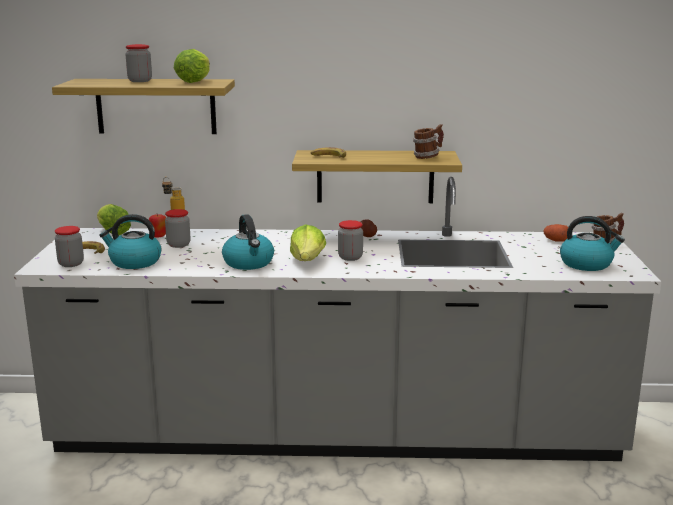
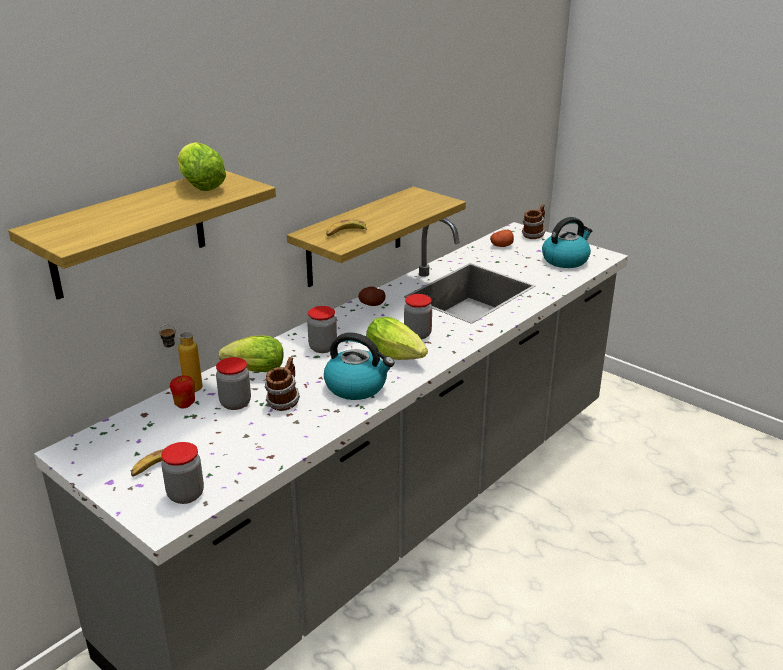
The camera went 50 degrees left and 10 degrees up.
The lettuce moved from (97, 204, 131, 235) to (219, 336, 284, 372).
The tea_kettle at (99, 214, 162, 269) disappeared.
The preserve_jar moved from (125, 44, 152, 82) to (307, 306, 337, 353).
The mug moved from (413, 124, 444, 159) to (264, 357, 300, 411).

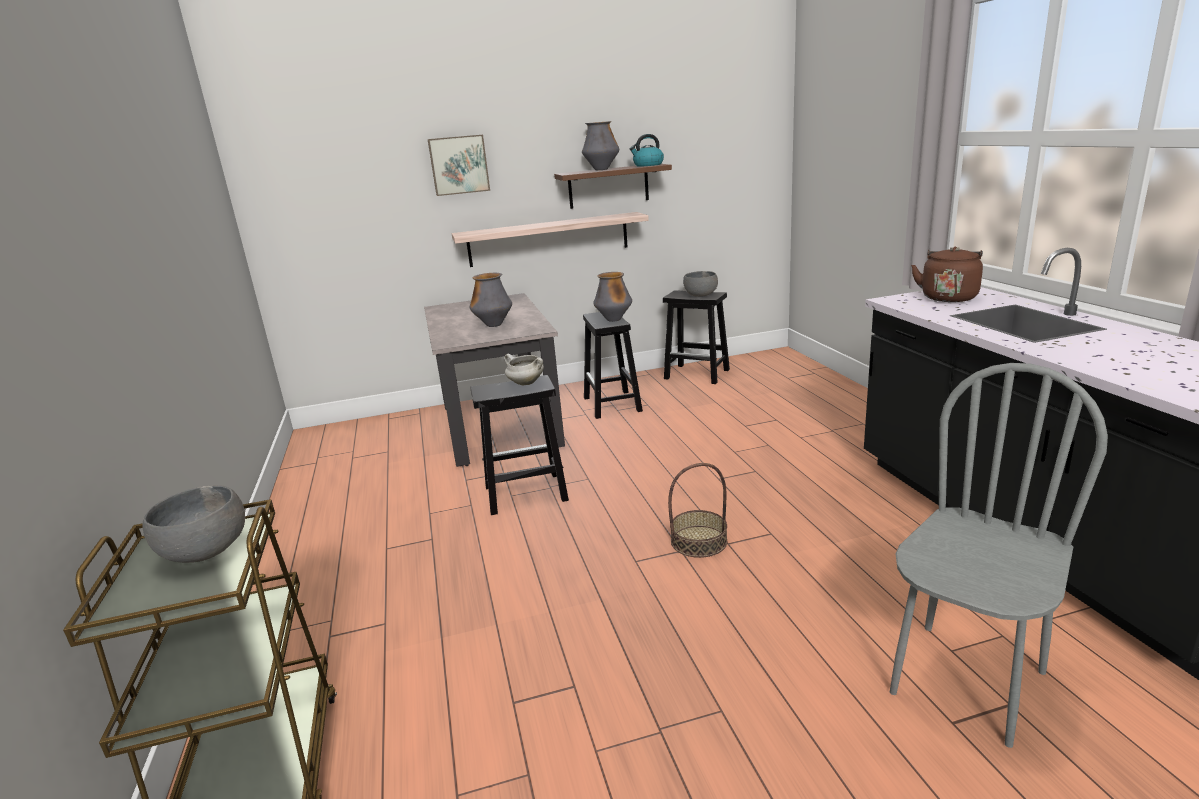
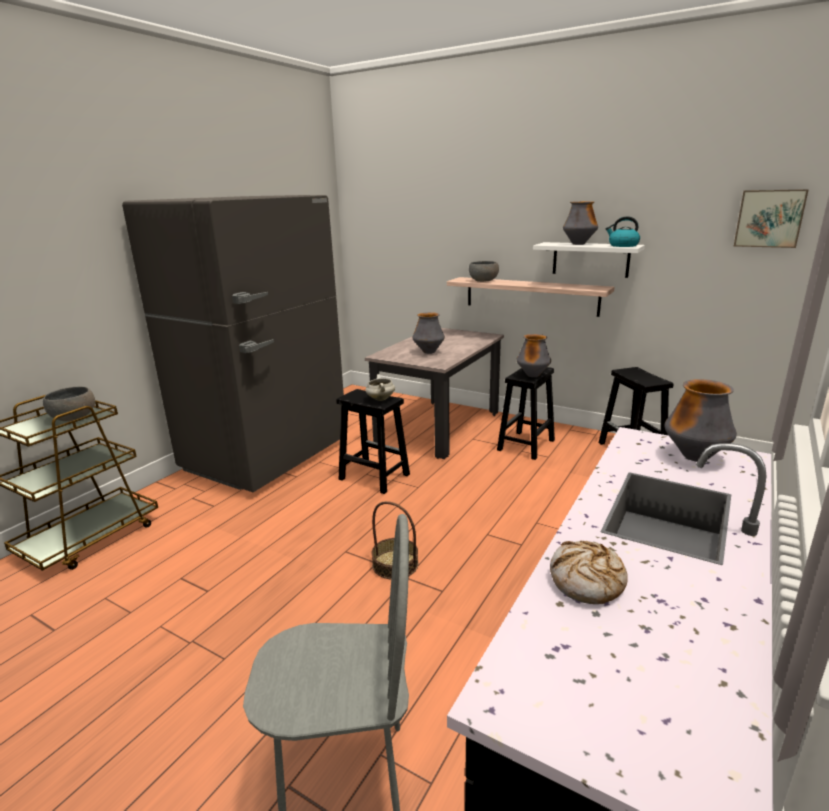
The camera went 45 degrees right and 0 degrees up.
The wall_art moved from (428, 135, 490, 196) to (734, 189, 809, 248).
The brown-coloured_wall_shelf at (554, 164, 672, 209) became the whitish_wall_shelf at (533, 242, 645, 278).
The greyish_deep_dish moved from (683, 271, 718, 297) to (469, 261, 499, 282).
The brown-coloured_tea_kettle at (911, 247, 983, 302) was replaced by the decorative_vase at (665, 379, 737, 462).
The greyish_refrigerator at (122, 195, 344, 492) appeared.
The baked_bread at (550, 541, 628, 604) appeared.

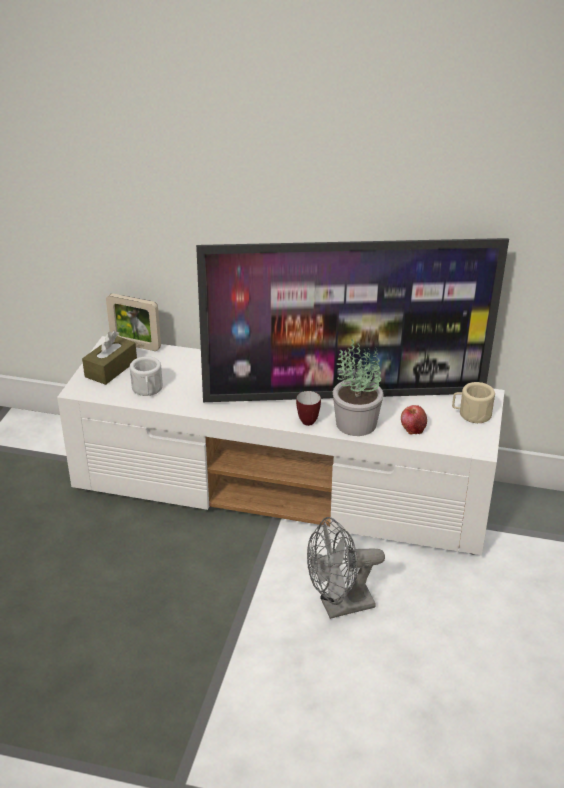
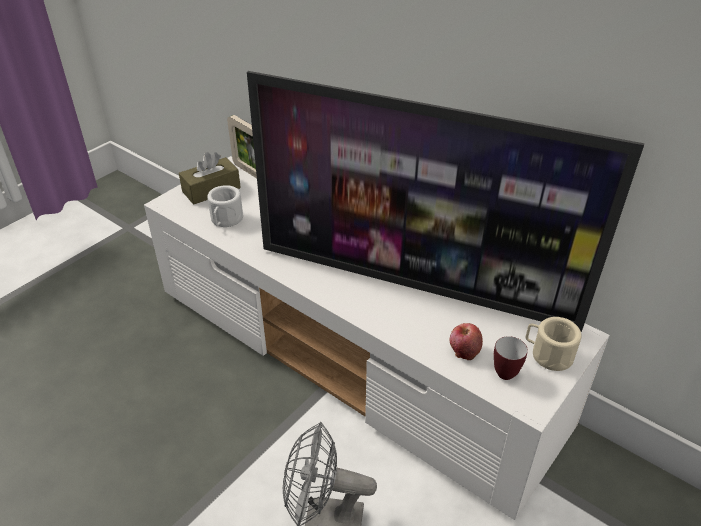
The camera went 25 degrees right and 5 degrees up.
The mug moved from (296, 391, 321, 426) to (494, 336, 528, 380).
The houseplant at (333, 339, 384, 436) disappeared.

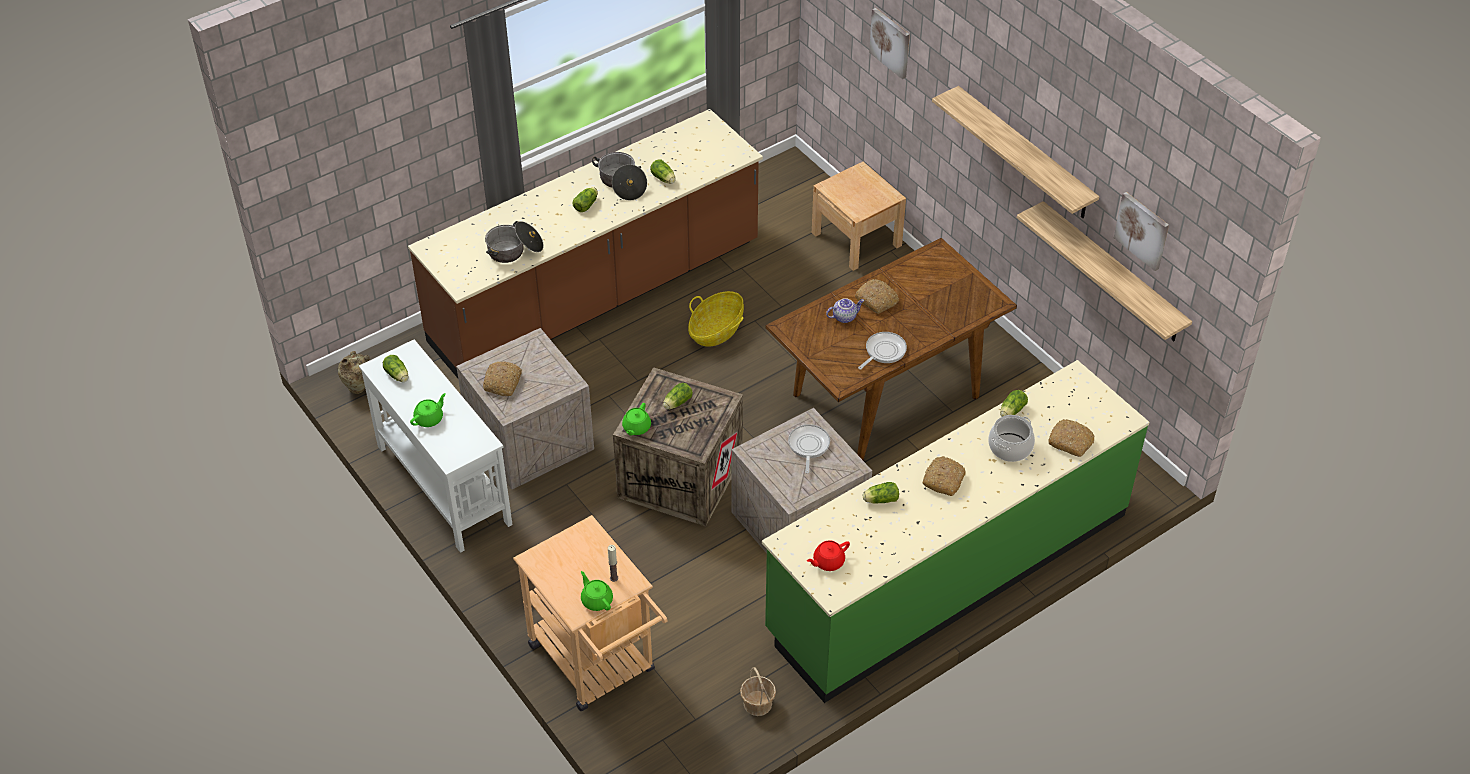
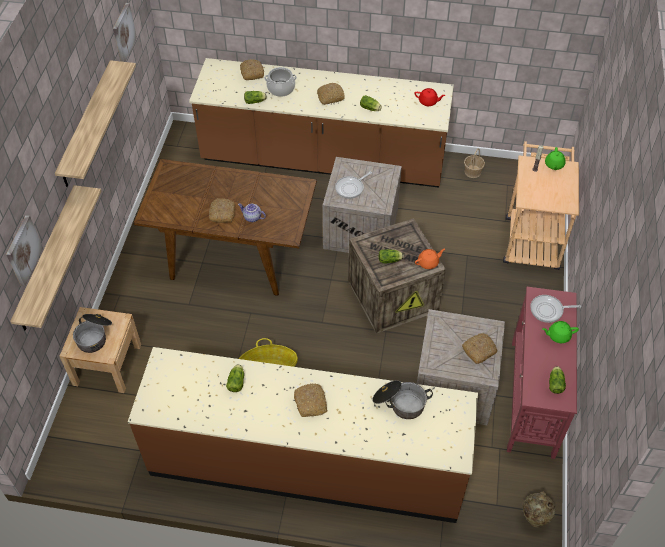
The camera went 135 degrees left and 5 degrees up.
The whitish_narrow_table at (359, 339, 513, 553) became the reddish_narrow_table at (507, 287, 577, 459).
The lettuce at (573, 187, 598, 212) was replaced by the baked_bread at (294, 384, 327, 417).
The saucepot moved from (592, 152, 647, 201) to (73, 314, 112, 353).
The greenish_tea_pot at (622, 403, 651, 436) became the orange-coloured_tea_pot at (415, 249, 445, 269).
The greenish_counter at (762, 360, 1150, 703) became the brown-coloured_counter at (189, 58, 454, 188).
The pan moved from (858, 332, 907, 369) to (530, 295, 581, 323).
The wall_shelf moved from (1017, 201, 1192, 341) to (10, 185, 101, 331).

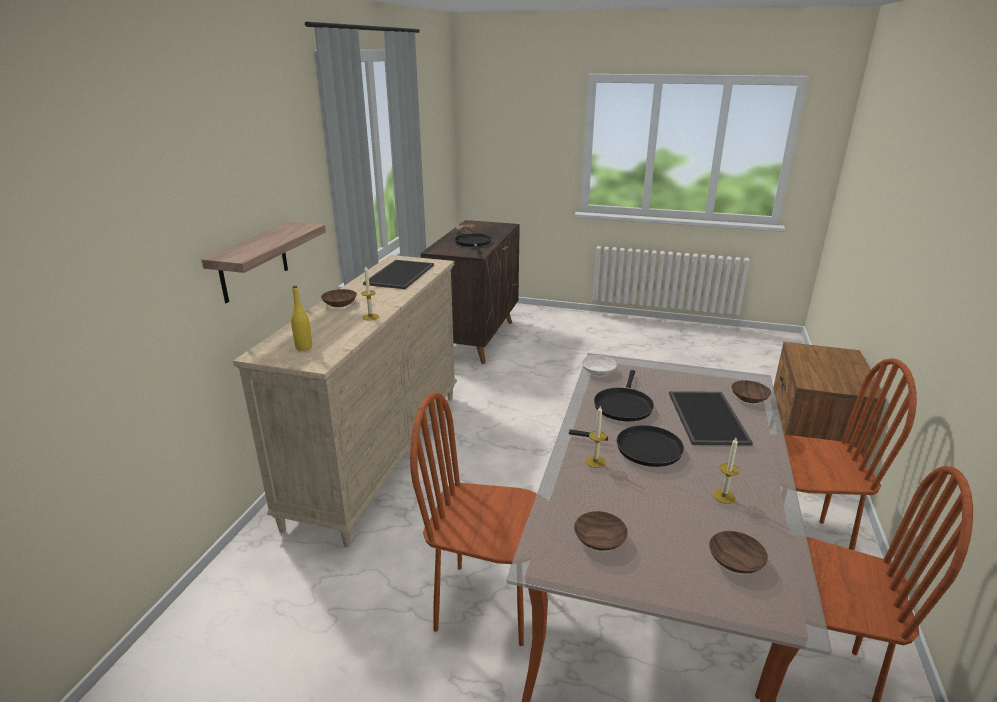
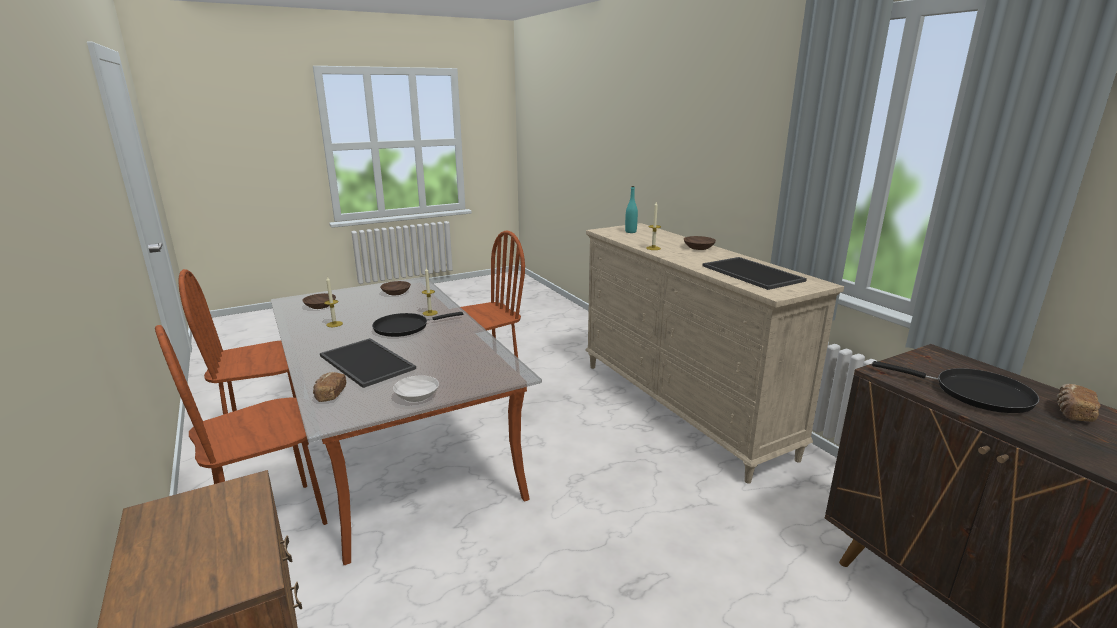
The camera went 135 degrees right and 5 degrees down.
The wall_shelf at (202, 222, 326, 303) disappeared.
The yellow-coloured_beverage_bottle at (291, 286, 312, 351) became the turquoise_beverage_bottle at (625, 186, 638, 233).
The whitish_deep_dish moved from (582, 356, 617, 376) to (393, 375, 439, 402).
The black-coloured_pan at (594, 370, 654, 421) disappeared.
The brown-coloured_deep_dish at (731, 380, 771, 403) was replaced by the baked_bread at (313, 372, 346, 402).

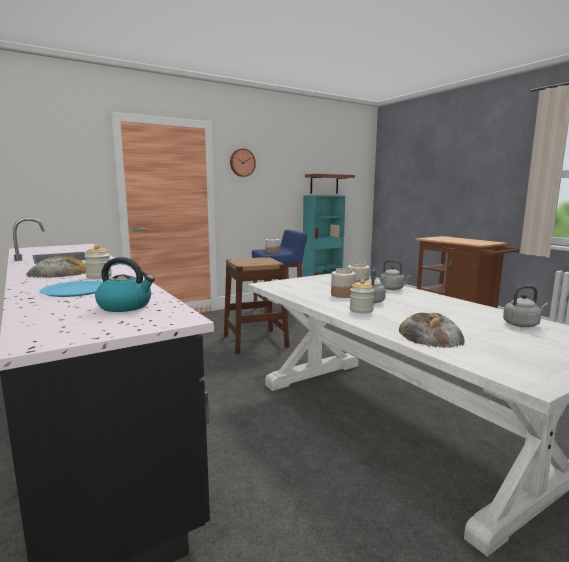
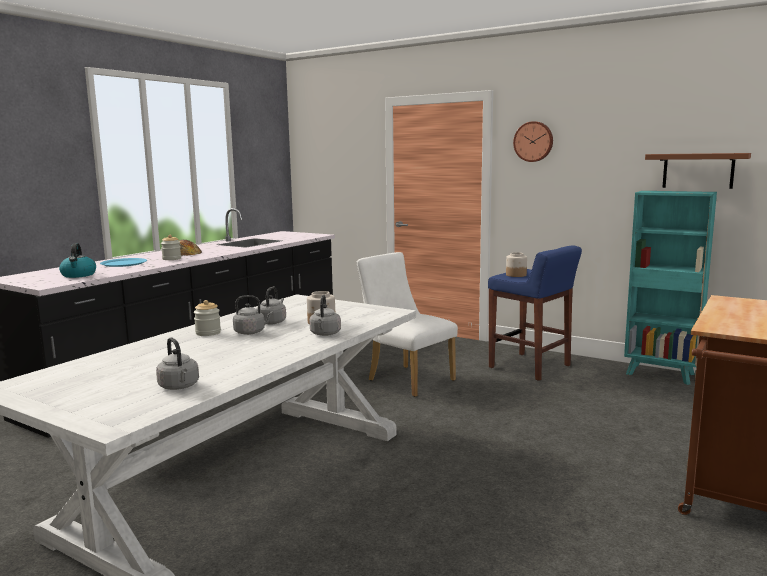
The camera went 65 degrees right and 0 degrees up.
The brown-coloured_sitting_stool at (224, 257, 290, 354) was replaced by the whitish_chair at (357, 252, 458, 397).
The preserve_jar at (331, 268, 356, 298) was replaced by the greyish_tea_kettle at (257, 287, 286, 324).
The baked_bread at (399, 313, 465, 348) disappeared.

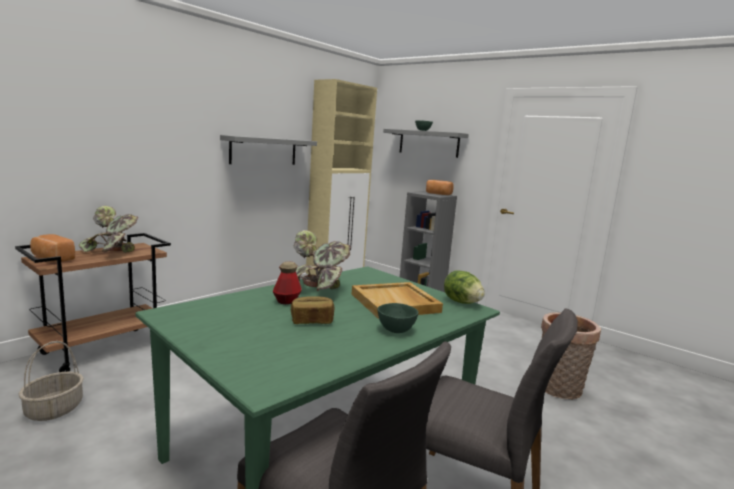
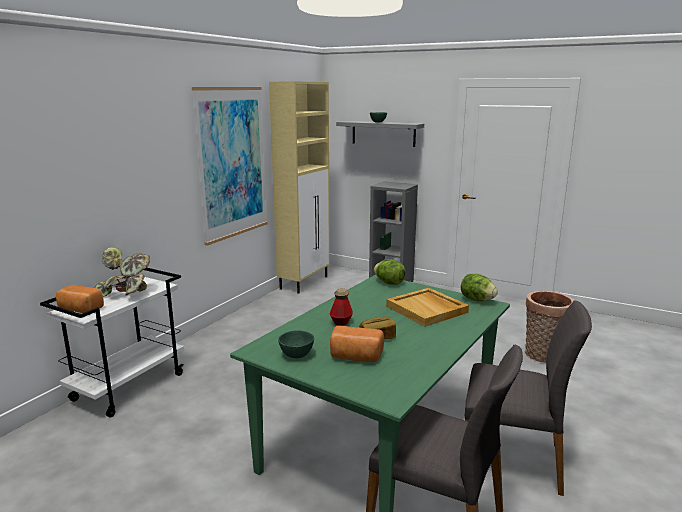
The camera went 10 degrees left and 5 degrees up.
The brown-coloured_cart at (15, 233, 171, 372) became the whitish_cart at (40, 267, 184, 418).
The basket at (19, 341, 84, 421) disappeared.
The greyish_wall_shelf at (220, 135, 317, 165) was replaced by the wall_art at (192, 87, 267, 246).
The houseplant at (293, 230, 351, 291) disappeared.
The greenish_deep_dish moved from (377, 303, 418, 333) to (278, 330, 314, 358).
The baked_bread moved from (426, 180, 454, 195) to (330, 326, 384, 362).
The lettuce at (374, 259, 406, 285) appeared.

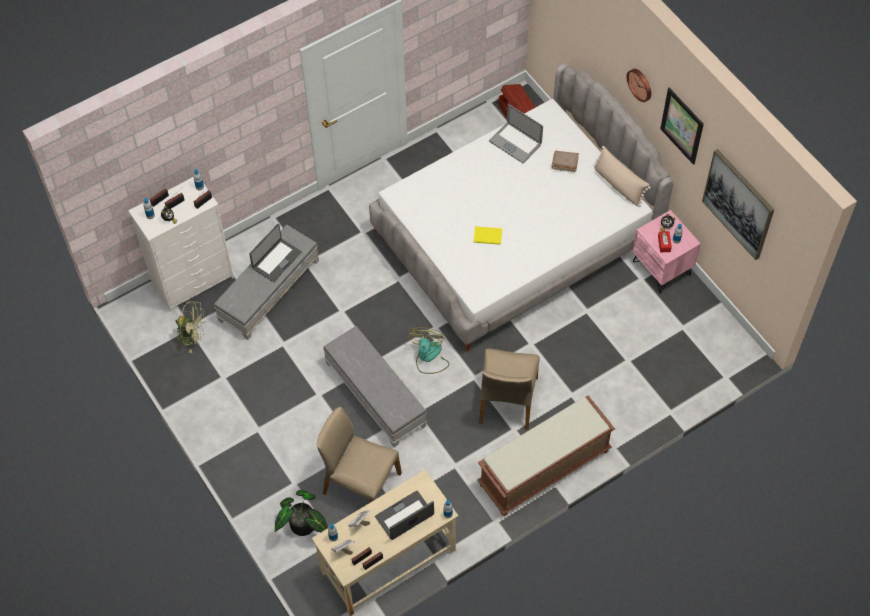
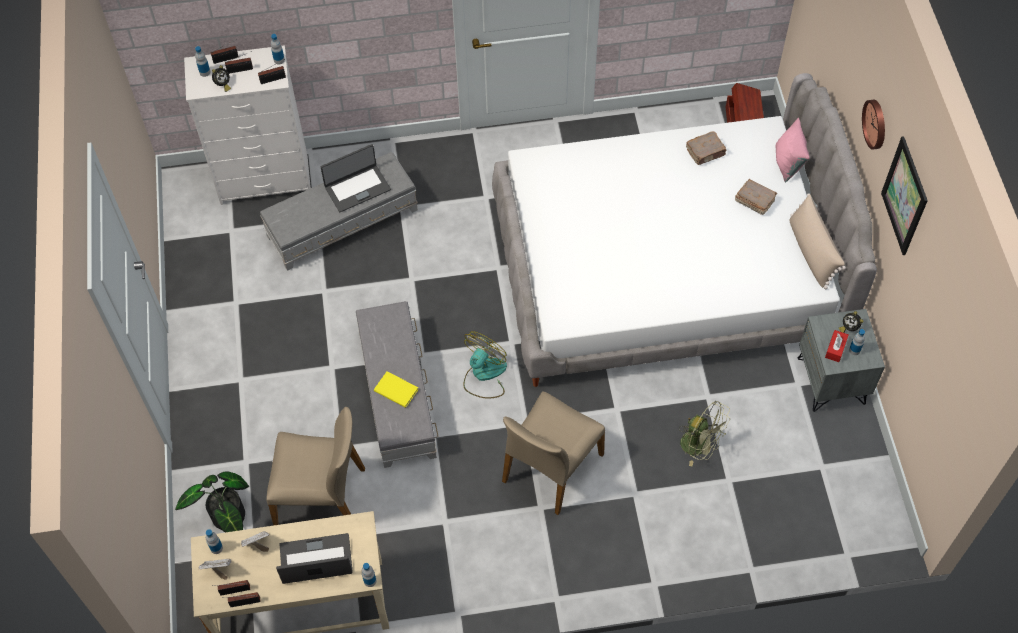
The camera went 25 degrees right and 0 degrees up.
The greenish_fan moved from (175, 301, 206, 353) to (679, 401, 730, 466).
The beige_chair at (317, 407, 402, 502) turned 135 degrees clockwise.
The yellow-coloured_bound_book moved from (474, 226, 502, 245) to (374, 371, 419, 408).
The brown-coloured_indoor_bench at (477, 395, 615, 516) disappeared.
The portable_computer at (489, 104, 543, 163) was replaced by the brown-coloured_bound_book at (686, 132, 727, 165).
The pink_nightstand at (632, 210, 701, 293) became the greyish_nightstand at (798, 309, 885, 412).
The wall_art at (702, 149, 774, 260) disappeared.
The pink_pillow at (776, 117, 810, 182) appeared.

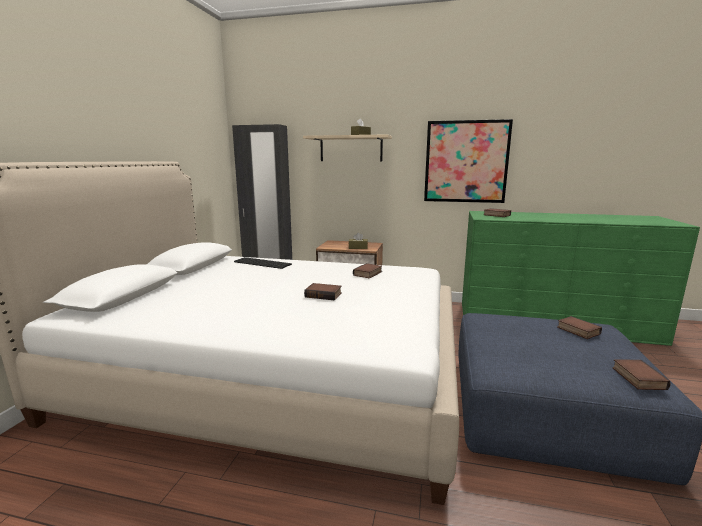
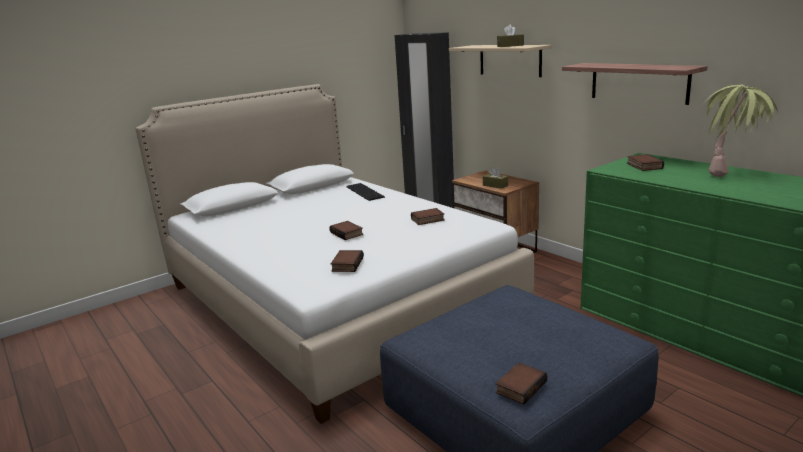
The camera went 40 degrees right and 5 degrees up.
The wall_art at (424, 119, 513, 203) was replaced by the wall_shelf at (562, 63, 708, 105).
The bound_book moved from (557, 316, 602, 339) to (331, 250, 364, 272).
The houseplant at (703, 84, 778, 177) appeared.

